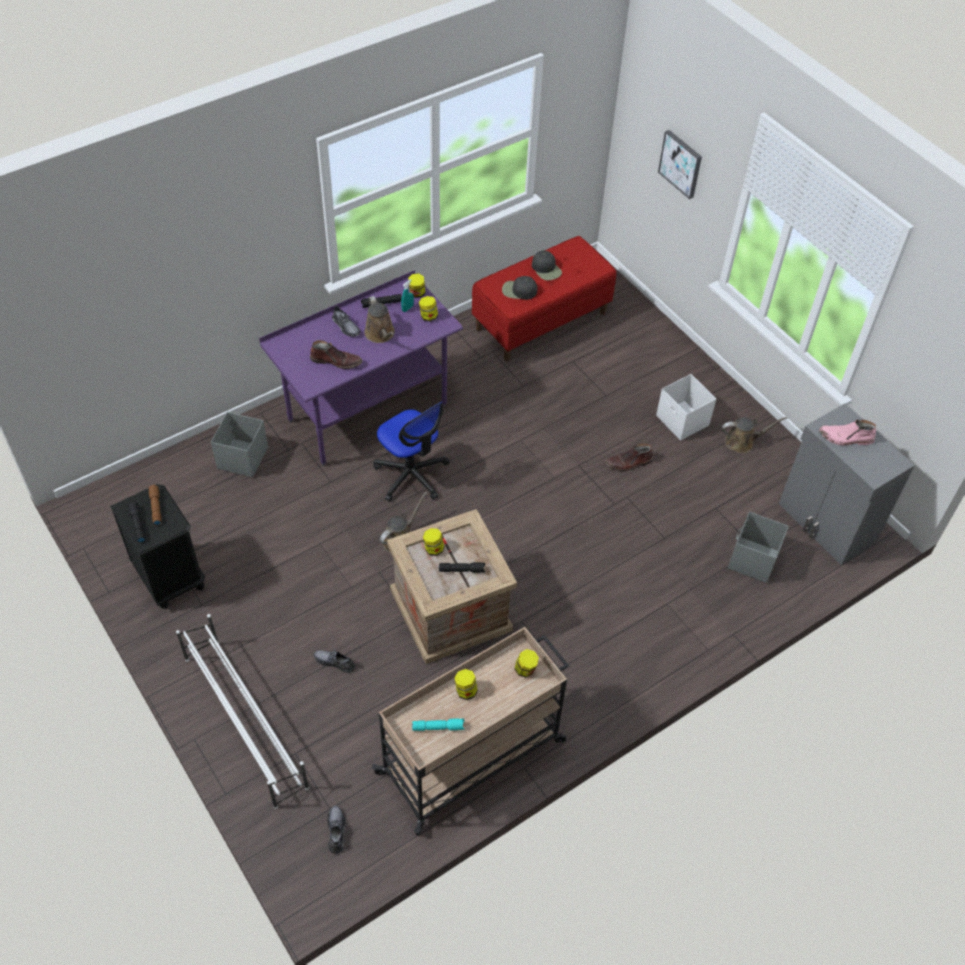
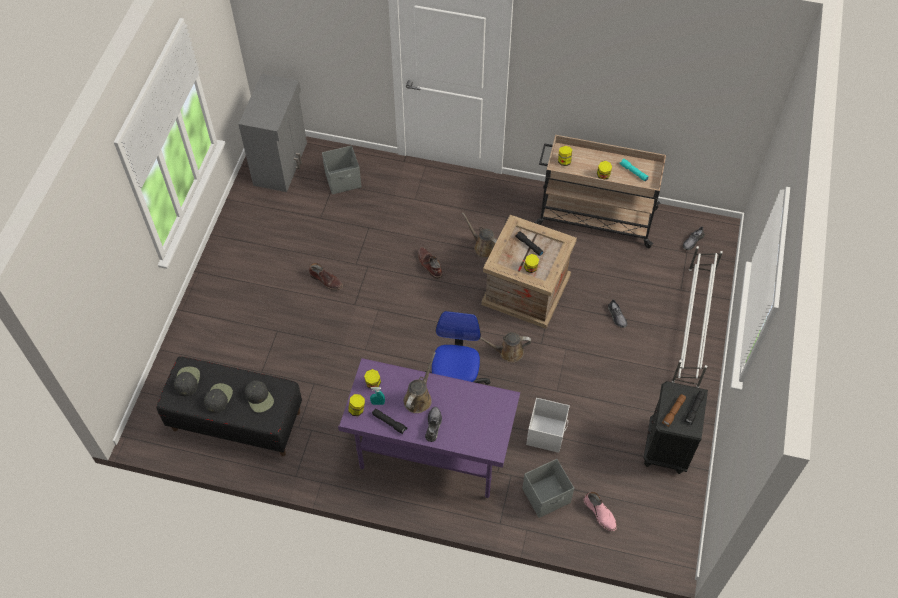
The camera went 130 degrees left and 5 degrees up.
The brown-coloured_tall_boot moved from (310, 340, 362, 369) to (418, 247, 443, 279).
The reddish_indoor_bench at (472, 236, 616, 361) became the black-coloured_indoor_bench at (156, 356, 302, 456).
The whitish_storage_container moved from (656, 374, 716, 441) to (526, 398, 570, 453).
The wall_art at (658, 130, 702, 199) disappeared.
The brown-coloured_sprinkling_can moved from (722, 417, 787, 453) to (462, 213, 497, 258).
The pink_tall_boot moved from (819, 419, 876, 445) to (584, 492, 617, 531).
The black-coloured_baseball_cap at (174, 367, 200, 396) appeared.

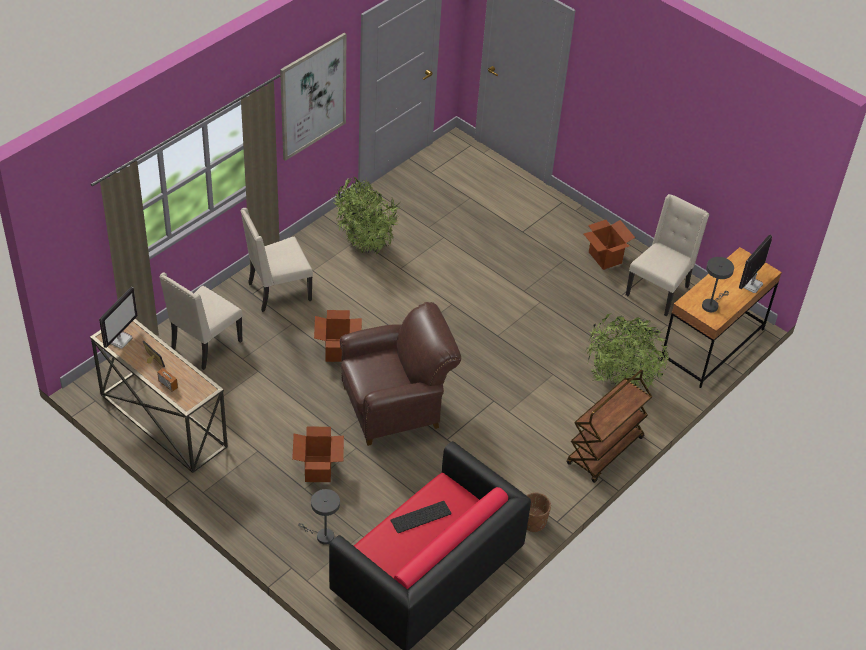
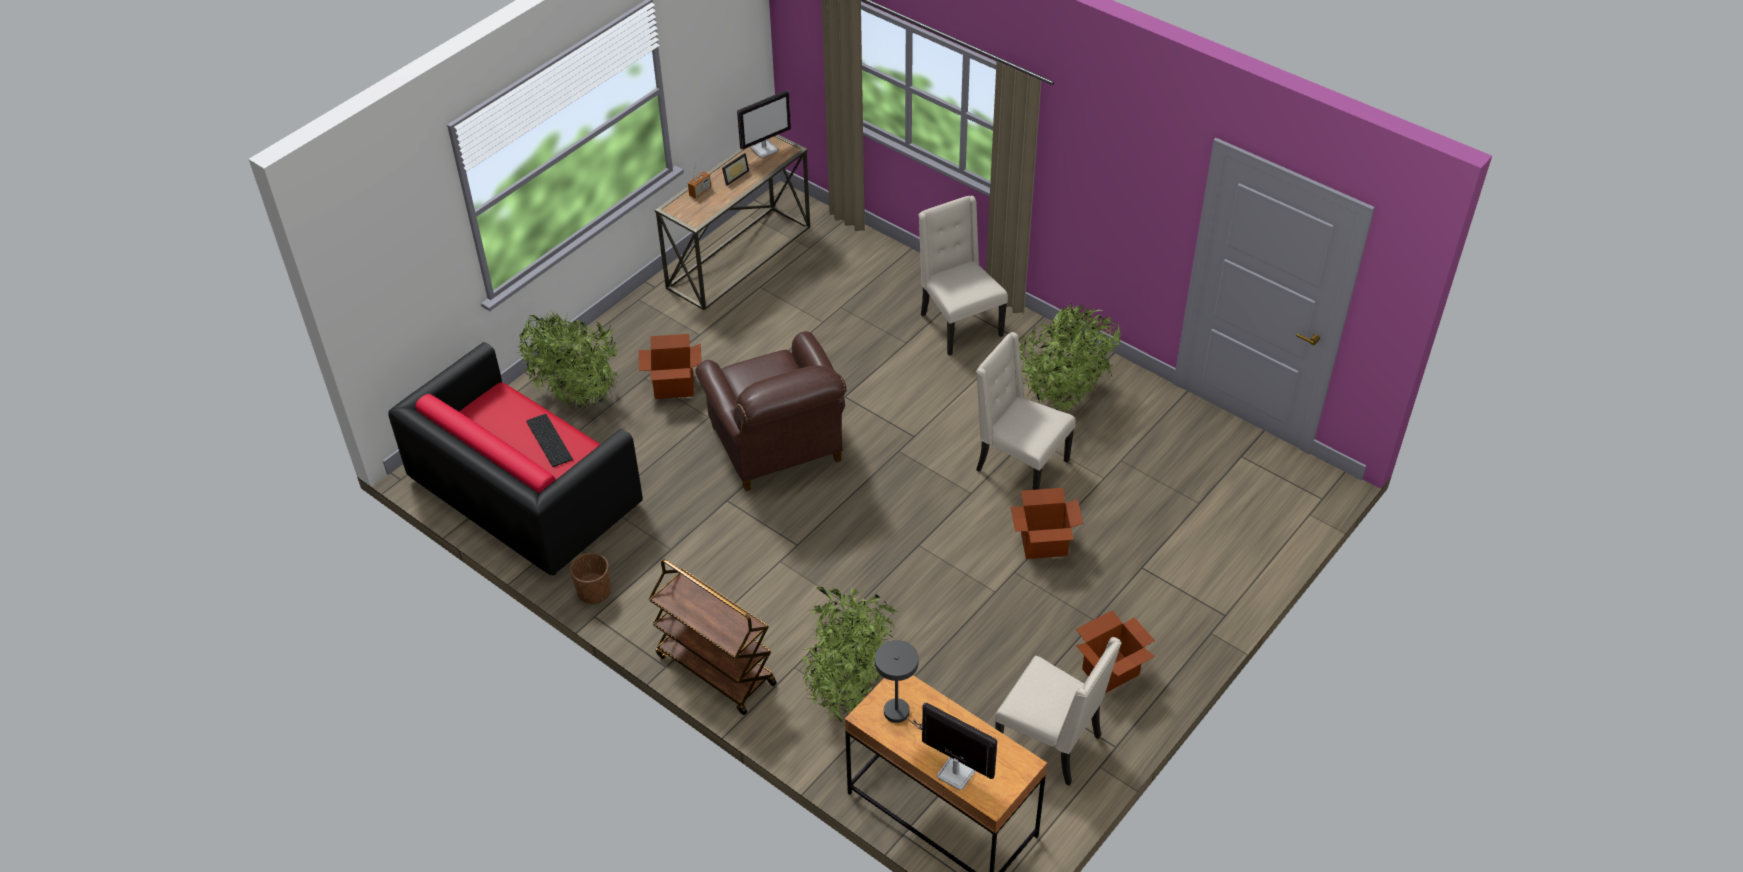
The camera went 90 degrees right and 0 degrees up.
The monitor at (99, 287, 138, 349) turned 60 degrees counterclockwise.
The beige_chair moved from (159, 272, 242, 370) to (976, 332, 1076, 490).
The wall_art at (280, 33, 346, 161) disappeared.
The greyish_table_lamp at (298, 489, 340, 545) was replaced by the houseplant at (517, 311, 619, 408).
The cardboard_box moved from (314, 310, 362, 362) to (1011, 488, 1083, 559).

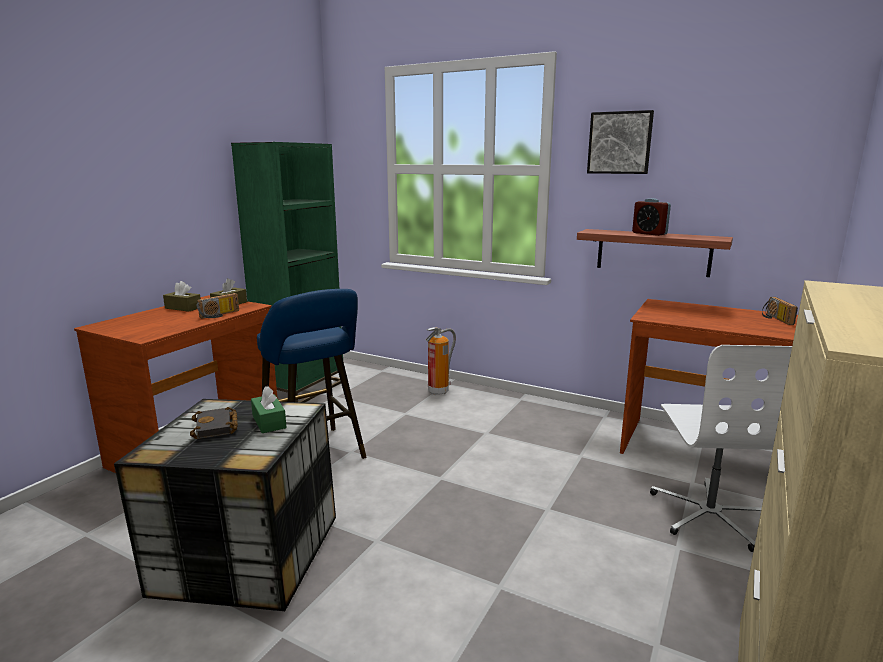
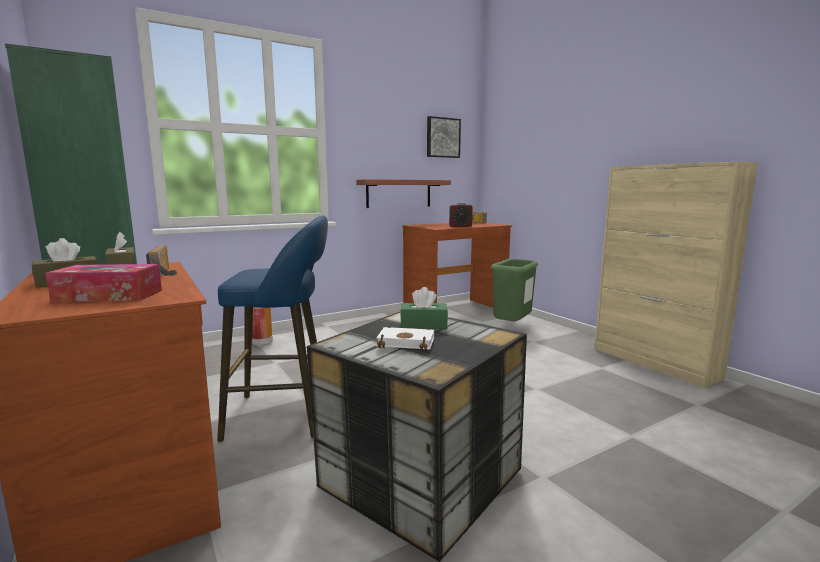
The camera went 60 degrees left and 5 degrees down.
The black-coloured_bound_book at (190, 407, 238, 439) became the whitish_bound_book at (376, 325, 434, 351).
The wall_art moved from (587, 110, 654, 174) to (427, 116, 461, 158).
The table_clock moved from (632, 198, 671, 236) to (449, 202, 473, 227).
The whitish_desk_chair at (650, 345, 792, 552) was replaced by the greenish_rubbish_bin at (491, 259, 538, 321).
The tissue_box at (46, 264, 162, 302) appeared.

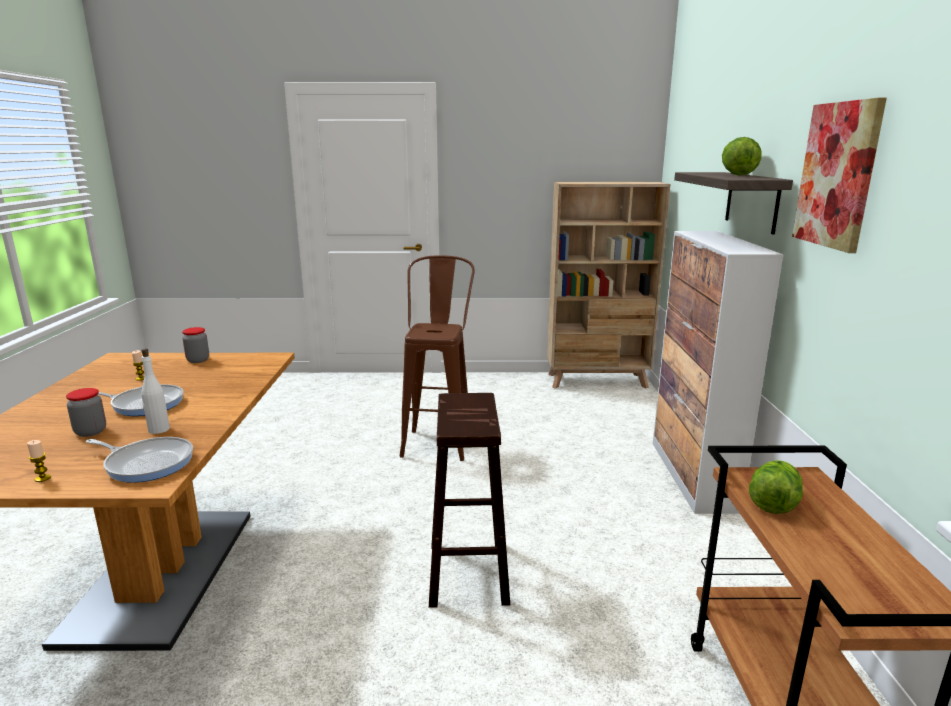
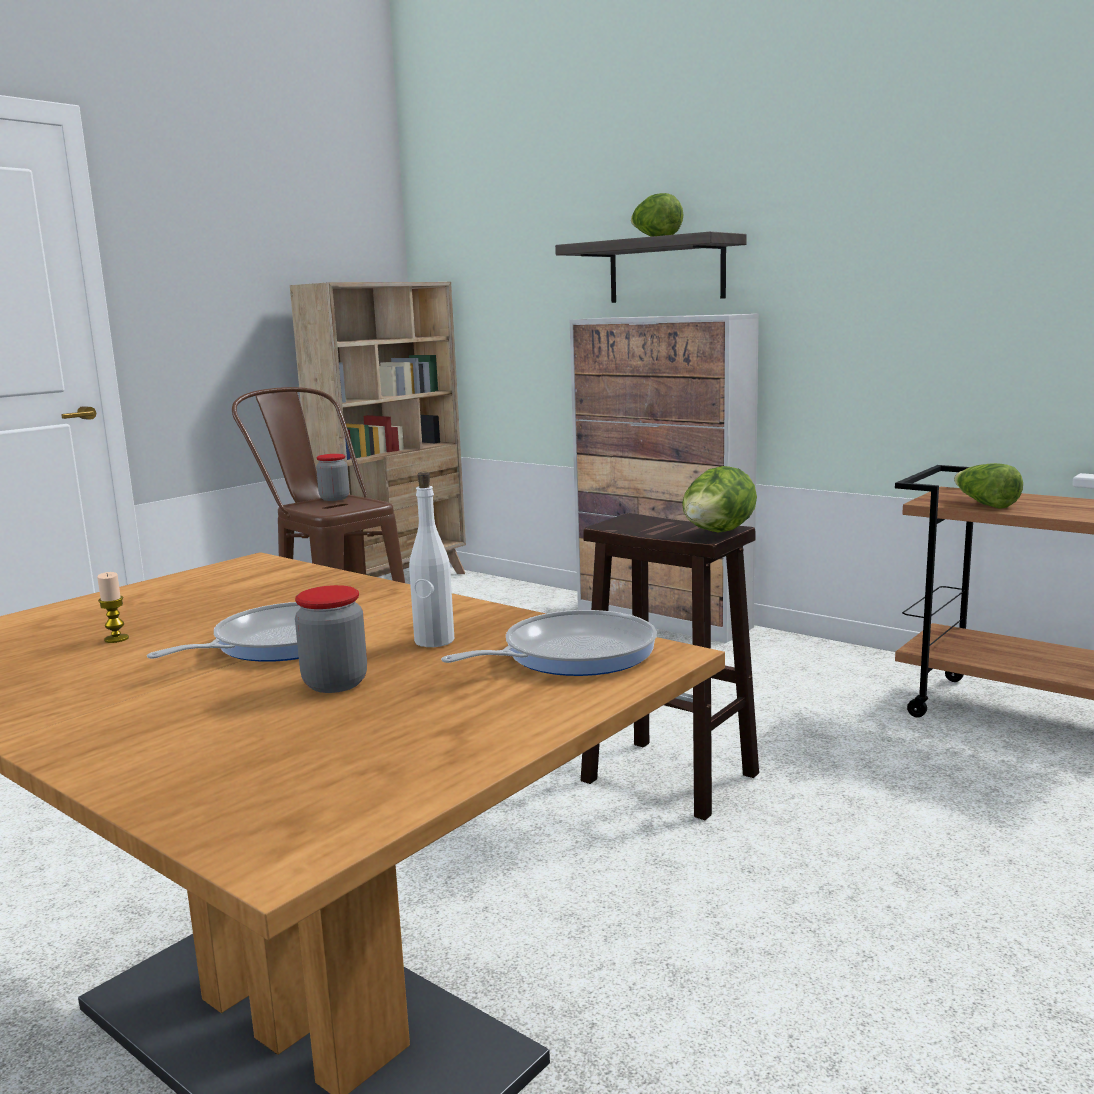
The camera went 50 degrees left and 5 degrees down.
The candle at (27, 440, 51, 482) disappeared.
The preserve_jar moved from (182, 327, 209, 363) to (316, 454, 349, 501).
The wall_art at (792, 98, 887, 253) disappeared.
The lettuce at (682, 466, 757, 533) appeared.

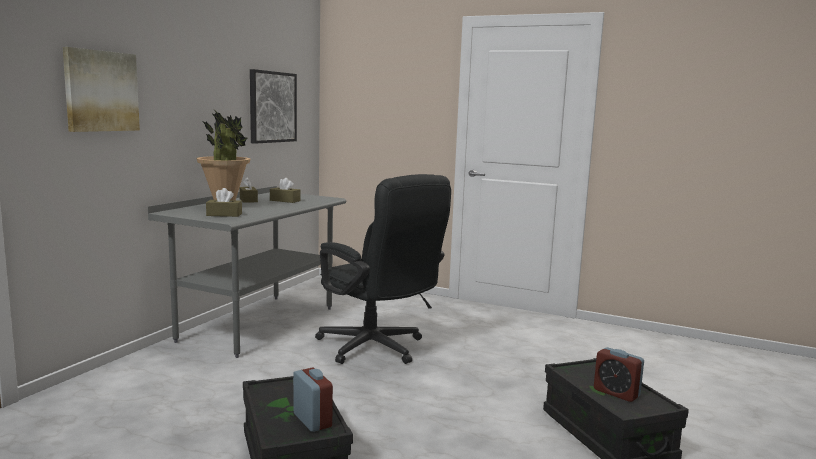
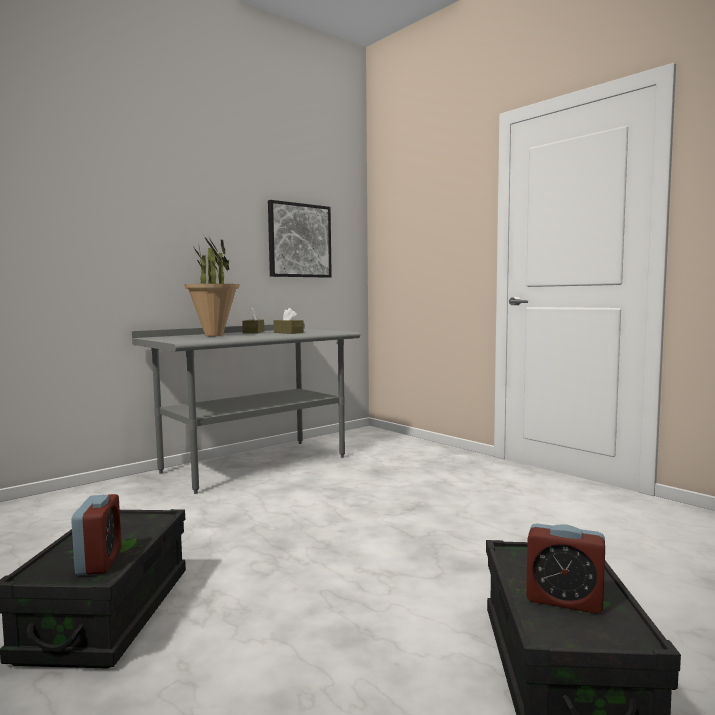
The camera went 25 degrees right and 5 degrees down.
The wall_art at (63, 47, 140, 132) disappeared.
The brown-coloured_tissue_box at (206, 188, 242, 217) disappeared.
The black-coloured_desk_chair at (315, 174, 451, 364) disappeared.
The table_clock at (594, 347, 644, 402) turned 45 degrees counterclockwise.

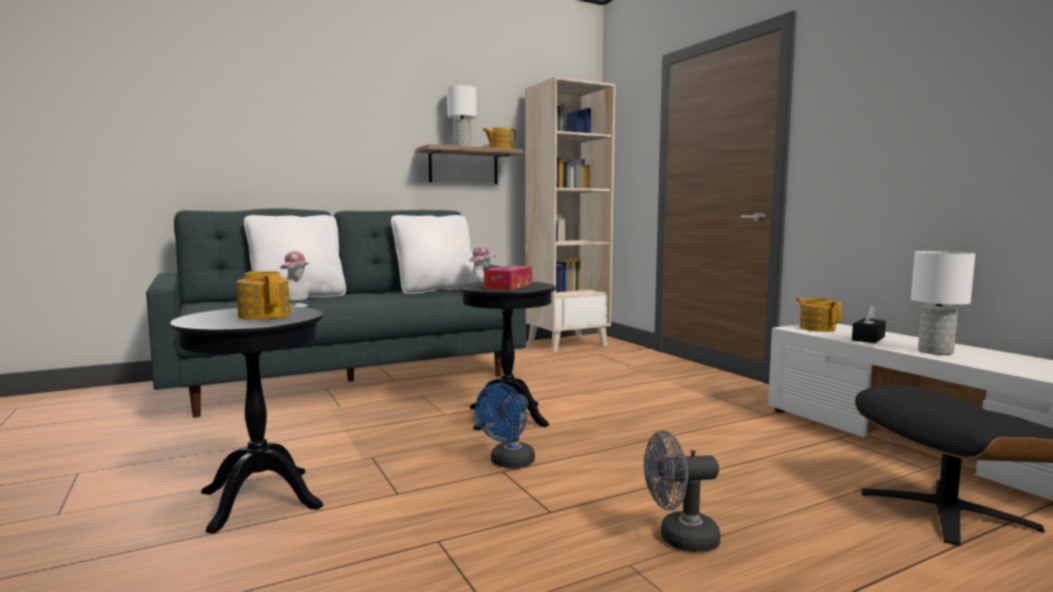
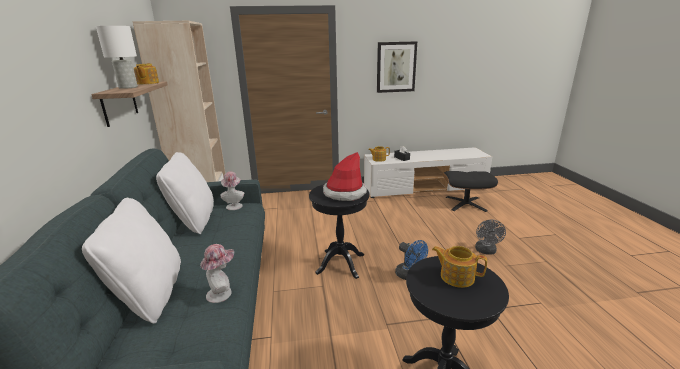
The camera went 70 degrees left and 15 degrees up.
The tea_pot at (237, 271, 290, 320) turned 45 degrees clockwise.
The tissue_box at (484, 266, 532, 290) was replaced by the hat at (323, 152, 367, 201).
The whitish_table_lamp at (911, 251, 975, 355) disappeared.
The wall_art at (377, 41, 417, 93) appeared.

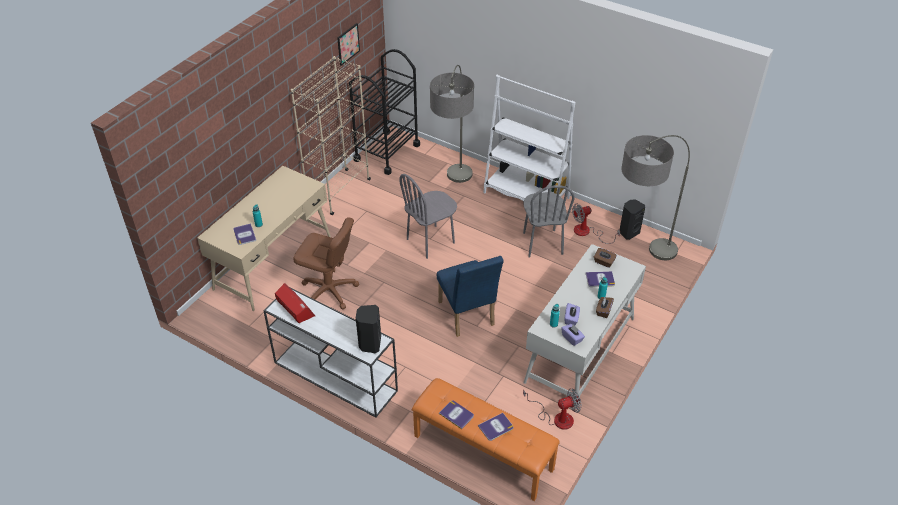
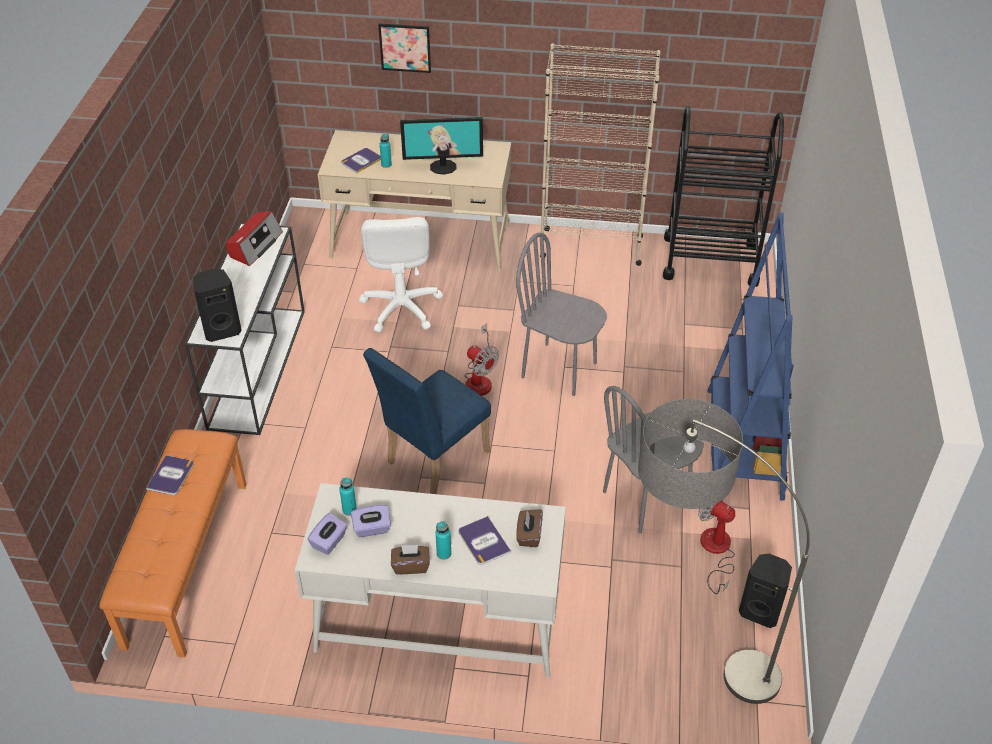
The camera went 65 degrees right and 0 degrees up.
The brown-coloured_desk_chair at (293, 217, 359, 309) became the whitish_desk_chair at (359, 217, 443, 332).
The wall_art moved from (337, 23, 360, 66) to (378, 23, 431, 73).
The standing_lamp at (430, 65, 474, 183) disappeared.
The bound_book at (478, 413, 513, 441) disappeared.
The whitish_bookshelf at (483, 75, 576, 201) became the bluish_bookshelf at (707, 212, 794, 500).
The fan moved from (523, 389, 581, 430) to (465, 323, 499, 396).
The monitor at (400, 117, 483, 175) appeared.

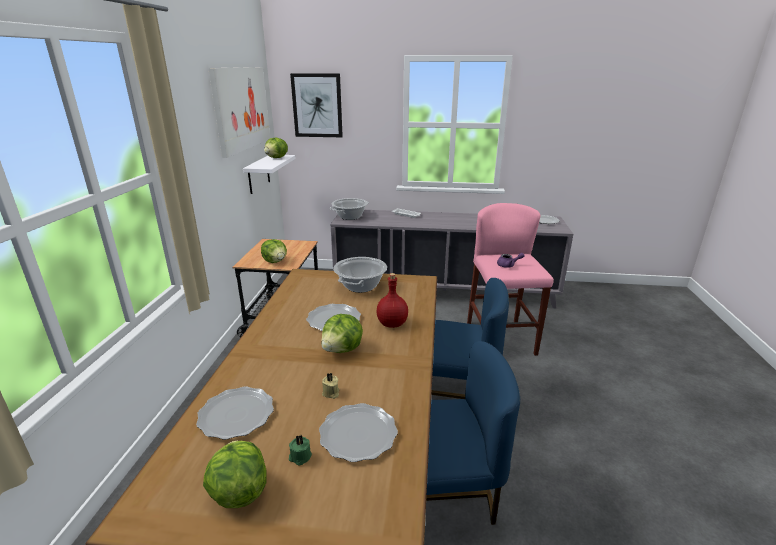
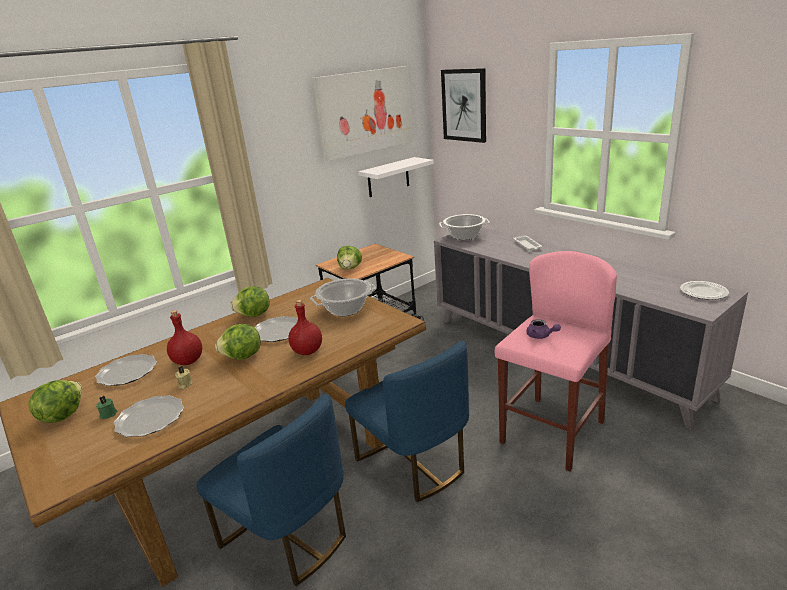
The camera went 45 degrees right and 0 degrees up.
The lettuce moved from (264, 138, 288, 158) to (230, 286, 270, 317).
The reddish_beverage_bottle at (167, 310, 202, 365) appeared.

